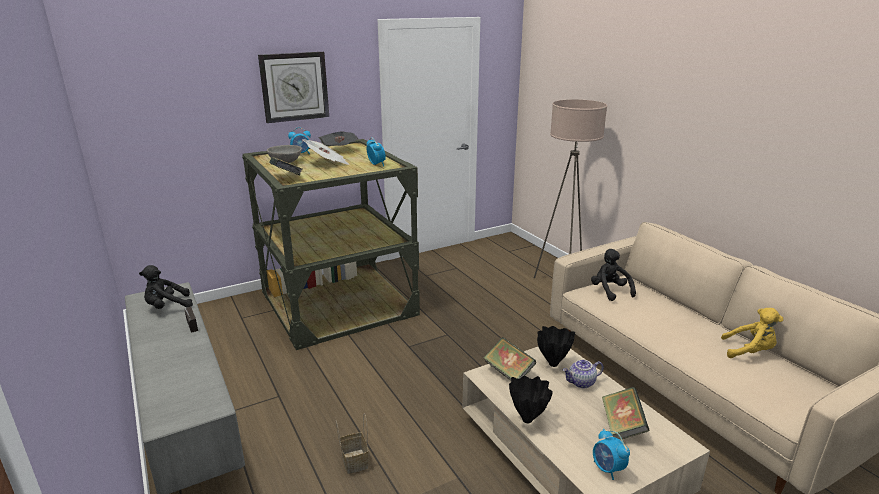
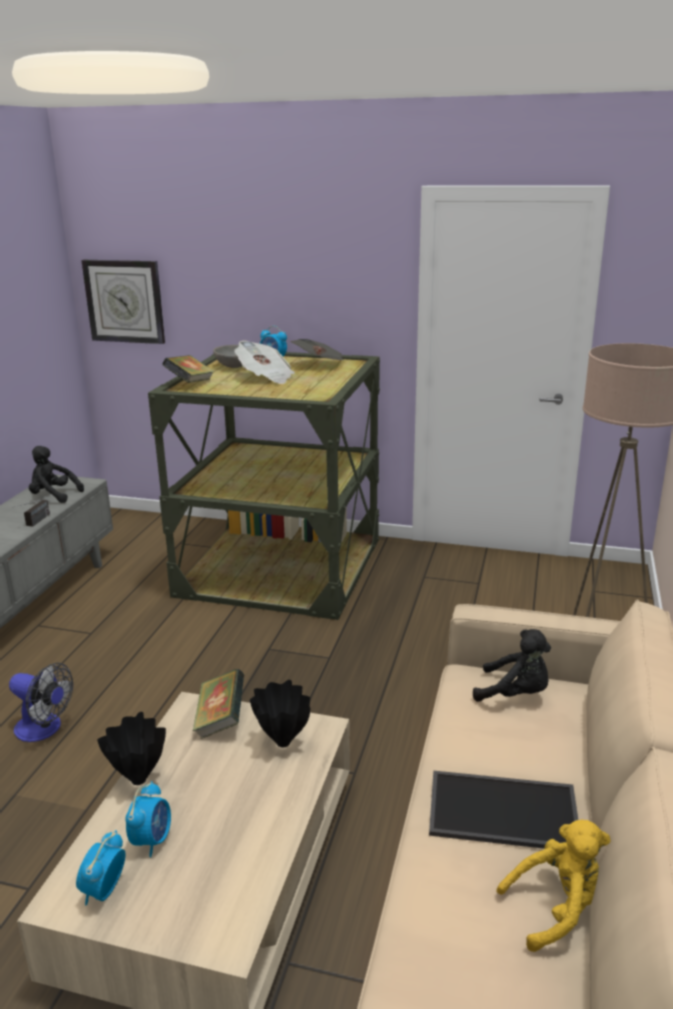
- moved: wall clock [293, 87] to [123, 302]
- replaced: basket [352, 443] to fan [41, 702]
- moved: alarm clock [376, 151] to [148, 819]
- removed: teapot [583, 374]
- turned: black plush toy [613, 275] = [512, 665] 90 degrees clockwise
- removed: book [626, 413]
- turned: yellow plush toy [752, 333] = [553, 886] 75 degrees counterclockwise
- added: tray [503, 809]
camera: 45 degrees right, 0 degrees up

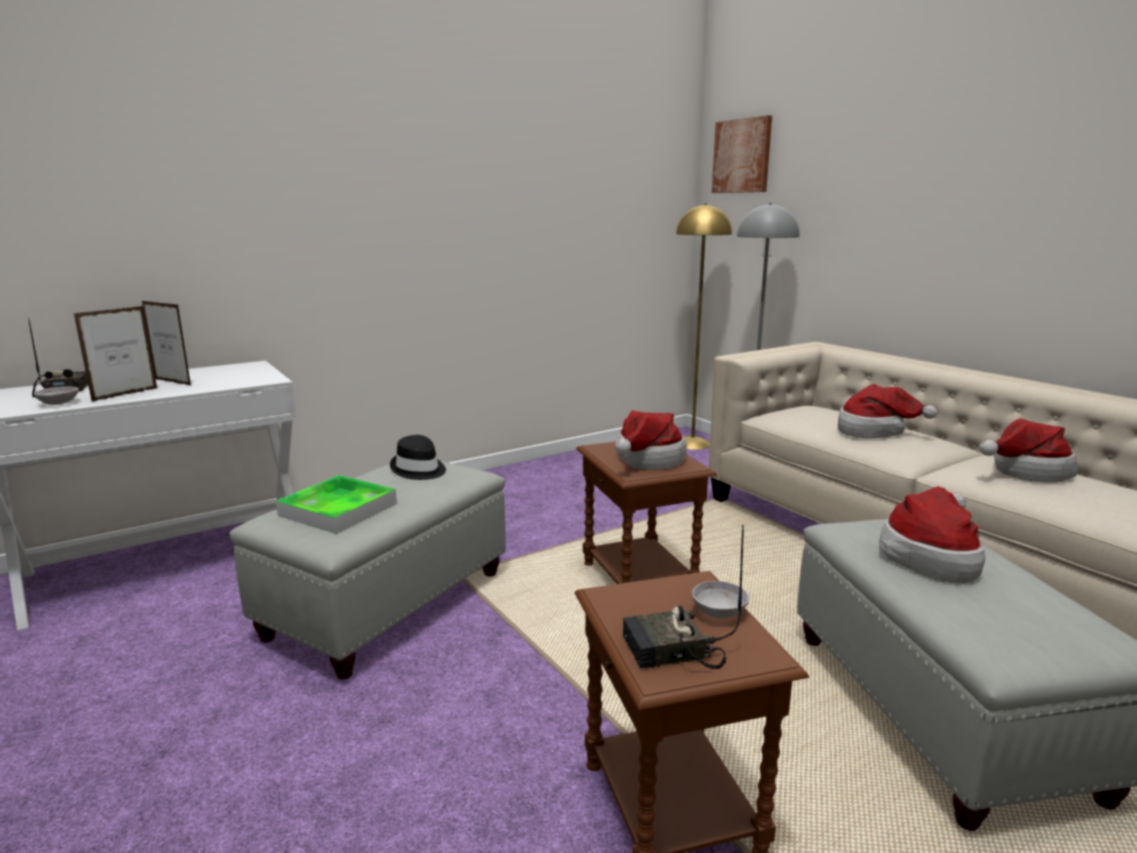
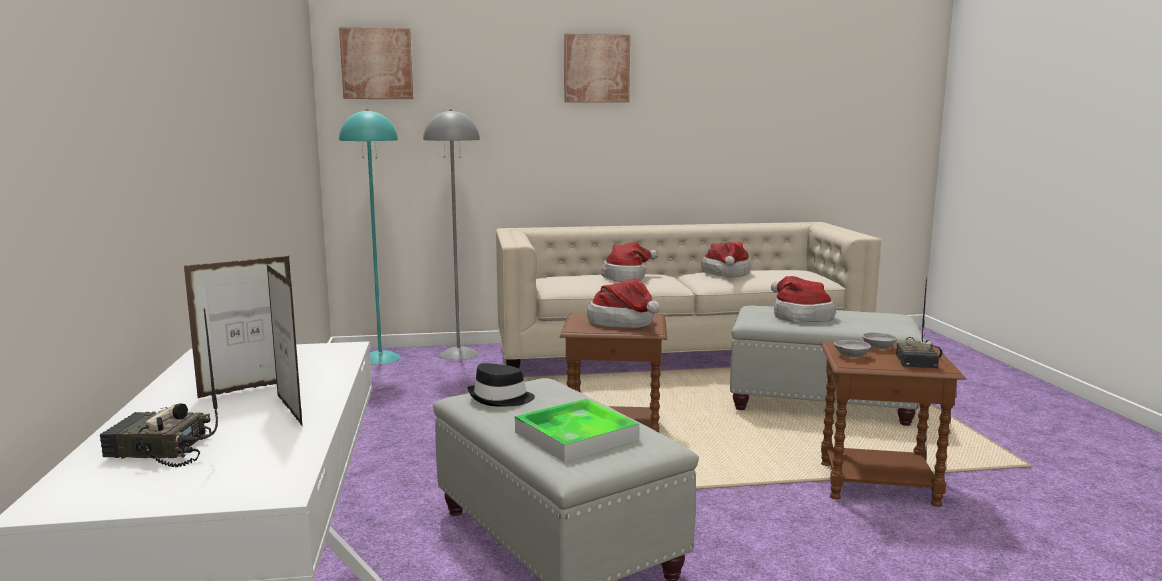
- moved: grey bowl [56, 395] to [852, 349]
- recoloured: yellow floor lamp [704, 326] to turquoise floor lamp [370, 236]
- added: picture [597, 68]
camera: 65 degrees left, 5 degrees down

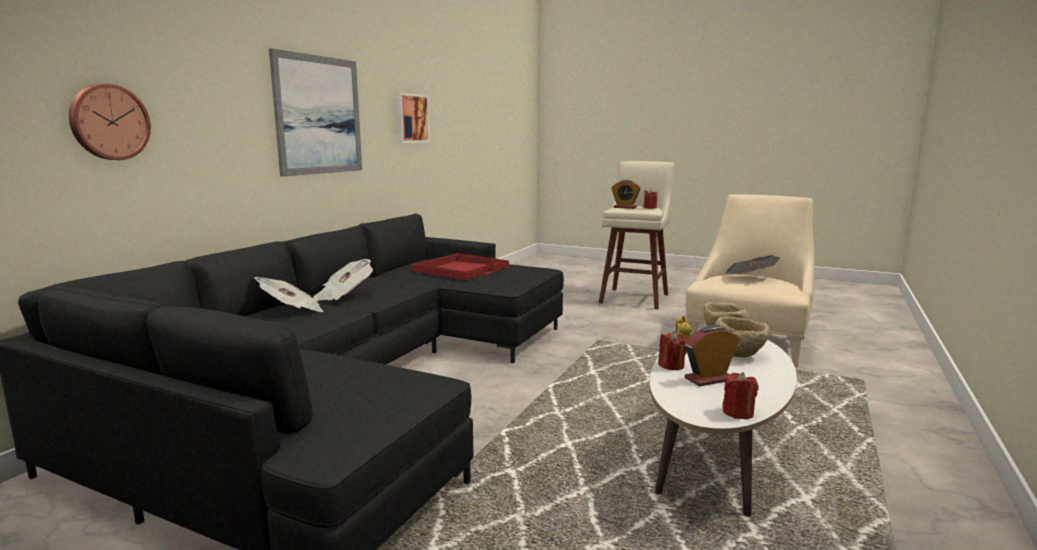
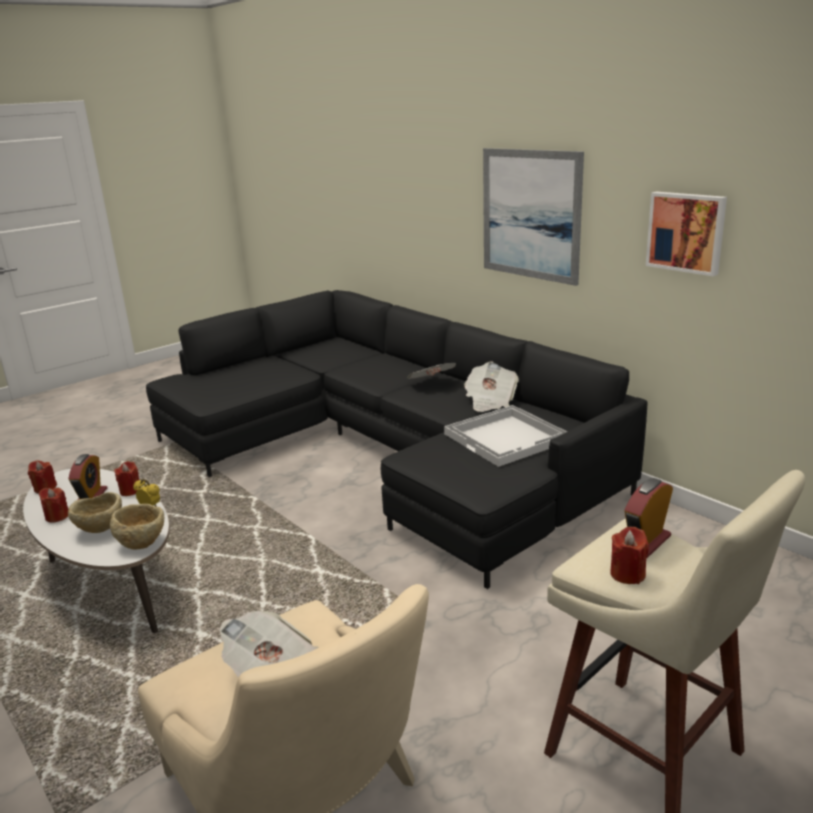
- removed: wall clock [110, 122]
- moved: newspaper [289, 294] to [491, 386]
- recoloured: red tray [460, 266] to white tray [505, 436]
- added: red candle [53, 505]
camera: 115 degrees right, 10 degrees up

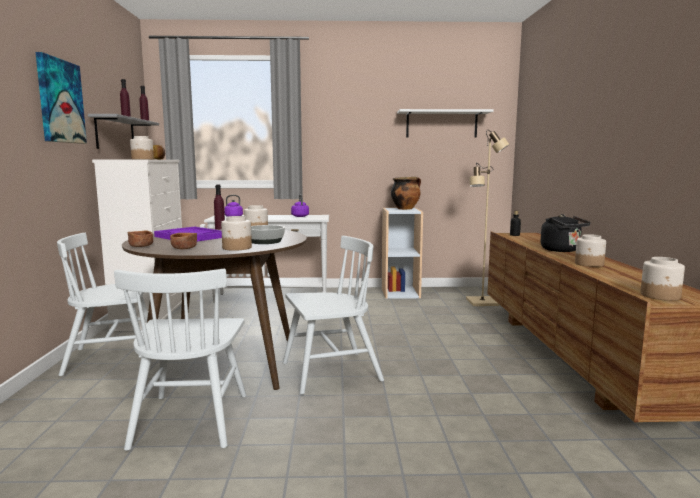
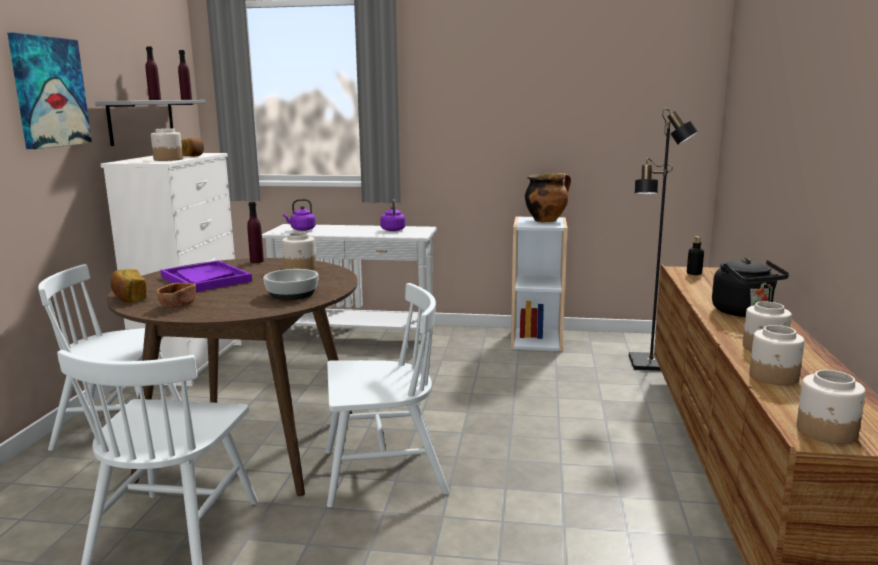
- replaced: brown bowl [140, 238] to bread [128, 286]
- moved: jar [236, 233] to [777, 355]
- removed: white shelf [445, 123]
- recoloured: beige floor lamp [487, 218] to black floor lamp [663, 240]
camera: 10 degrees right, 5 degrees up

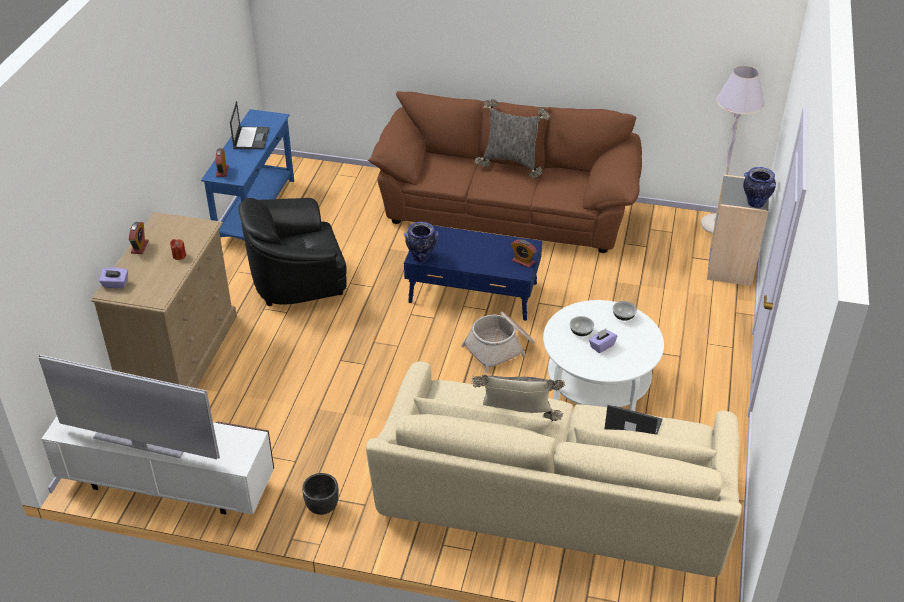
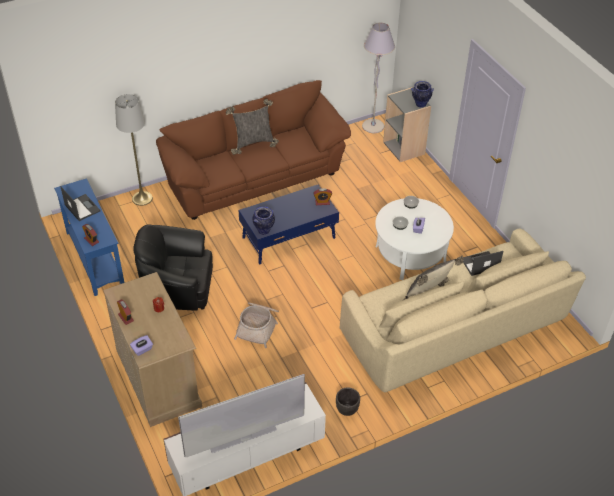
- turned: black armchair [292, 252] = [173, 267] 60 degrees clockwise
- moved: basket [498, 342] to [256, 325]
- added: grey floor lamp [134, 150]
camera: 40 degrees left, 5 degrees up

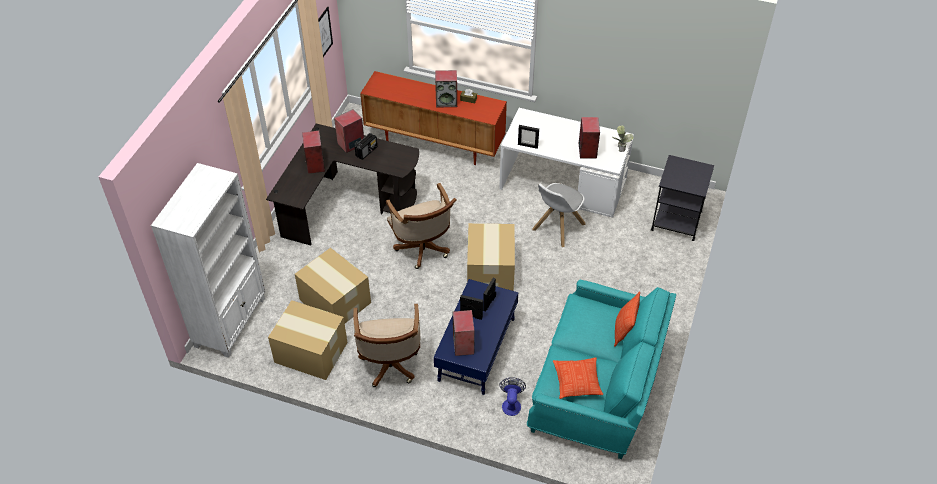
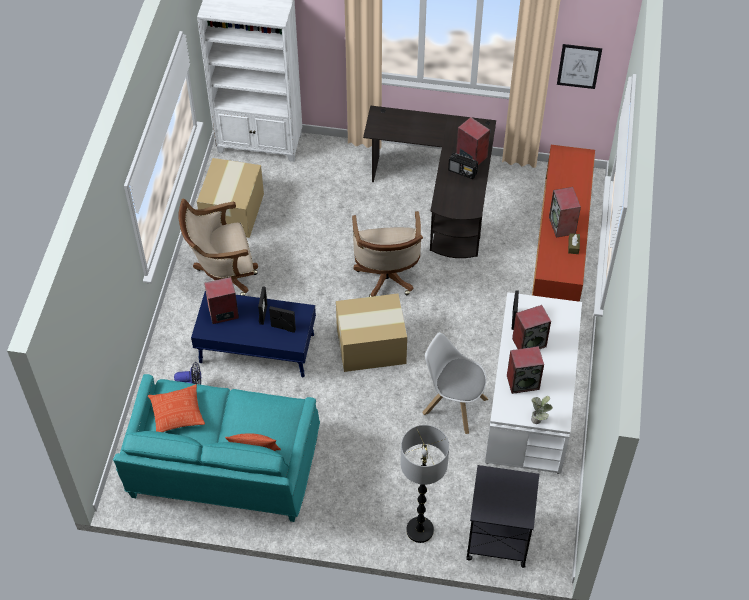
- removed: cardboard box [333, 285]
- moved: speaker [313, 152] to [531, 327]
- turned: office chair [421, 226] = [387, 254] 60 degrees counterclockwise
- added: floor lamp [425, 484]
camera: 80 degrees right, 5 degrees up

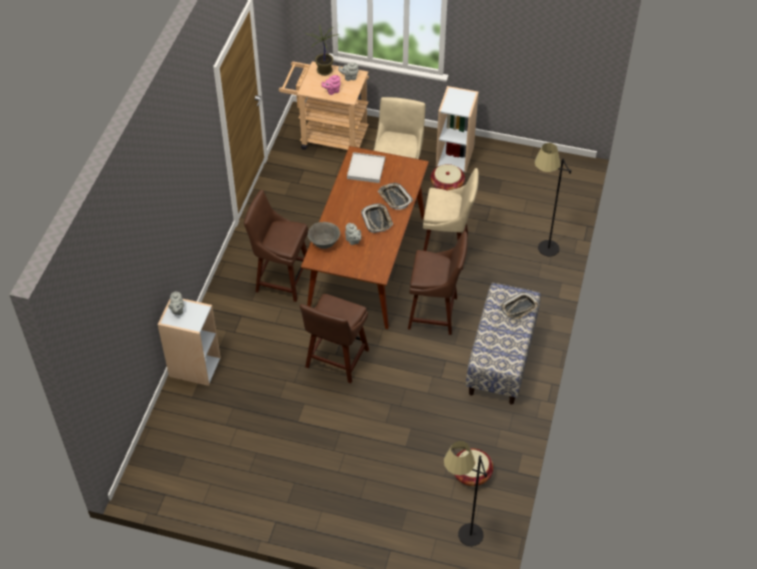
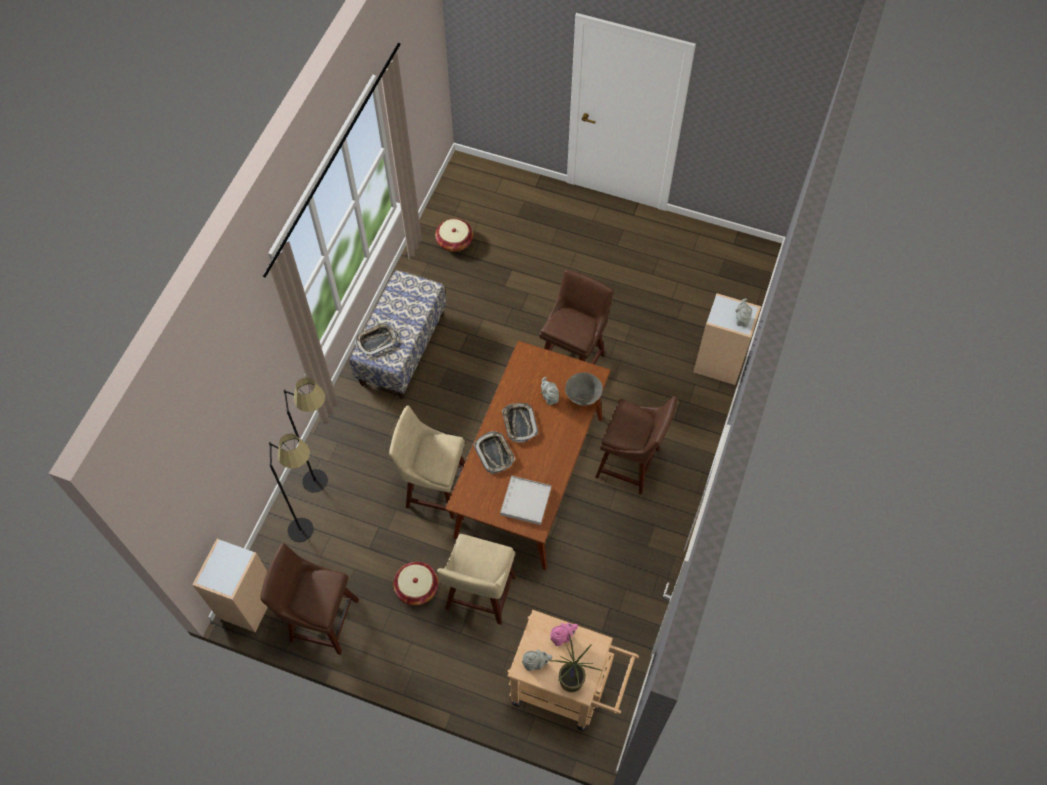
- moved: brown chair [438, 283] to [309, 599]
- moved: bookcase [457, 129] to [230, 585]
- moved: black floor lamp [465, 493] to [291, 487]
camera: 175 degrees left, 10 degrees up

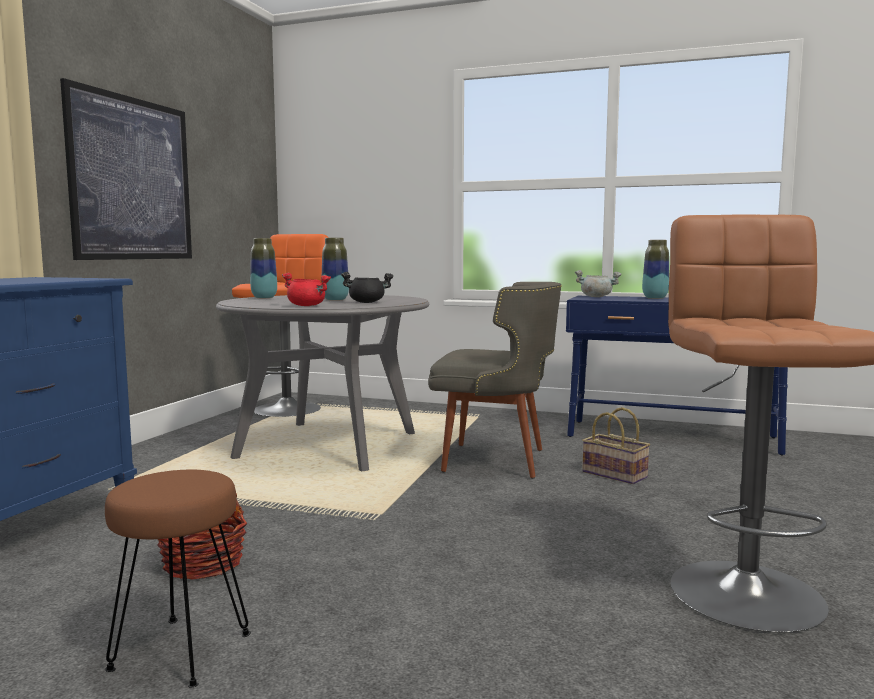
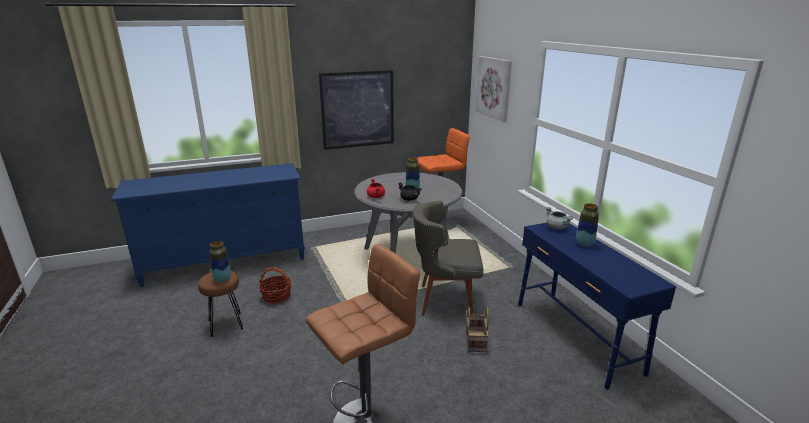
- moved: vase [263, 268] to [220, 261]
- turned: grey chair [495, 380] = [448, 258] 120 degrees clockwise
- added: picture [493, 89]
camera: 50 degrees right, 15 degrees up

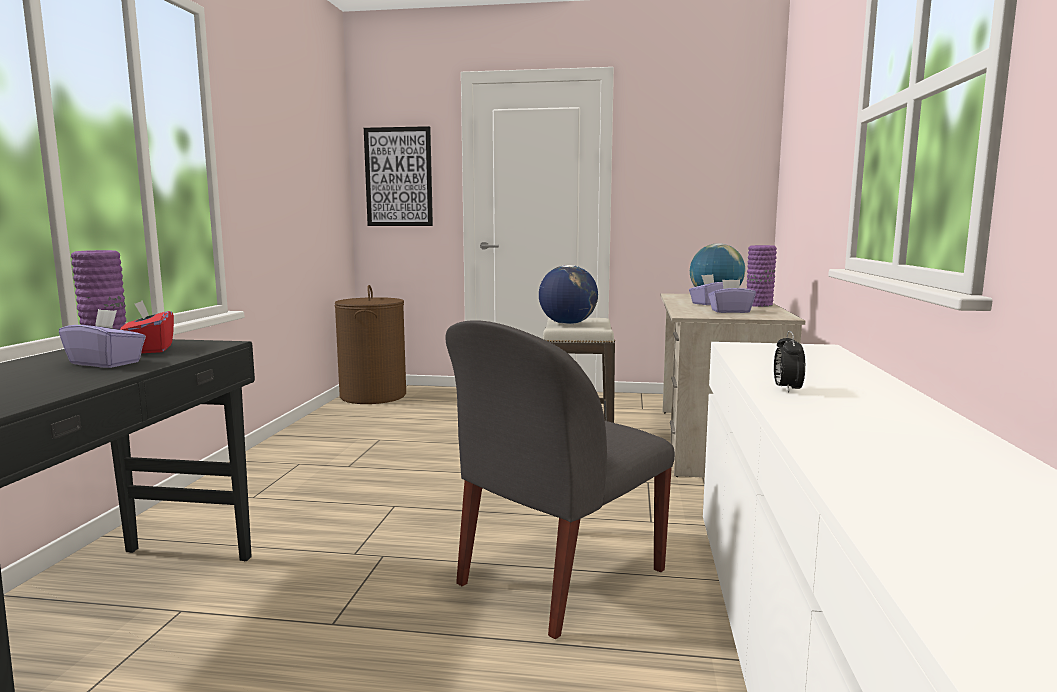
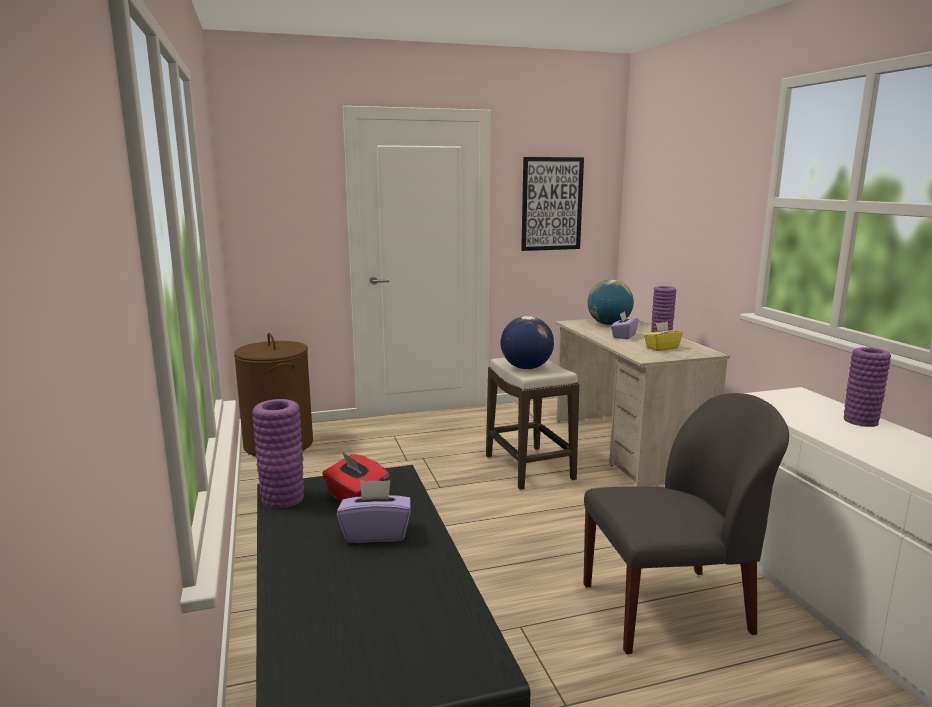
- moved: picture [398, 176] to [552, 204]
- turned: grey chair [560, 479] = [686, 523] 120 degrees counterclockwise
- recoloured: purple tissue box [732, 296] to yellow tissue box [663, 336]
- removed: alarm clock [789, 362]
- added: purple vase [867, 387]
camera: 25 degrees left, 5 degrees up

